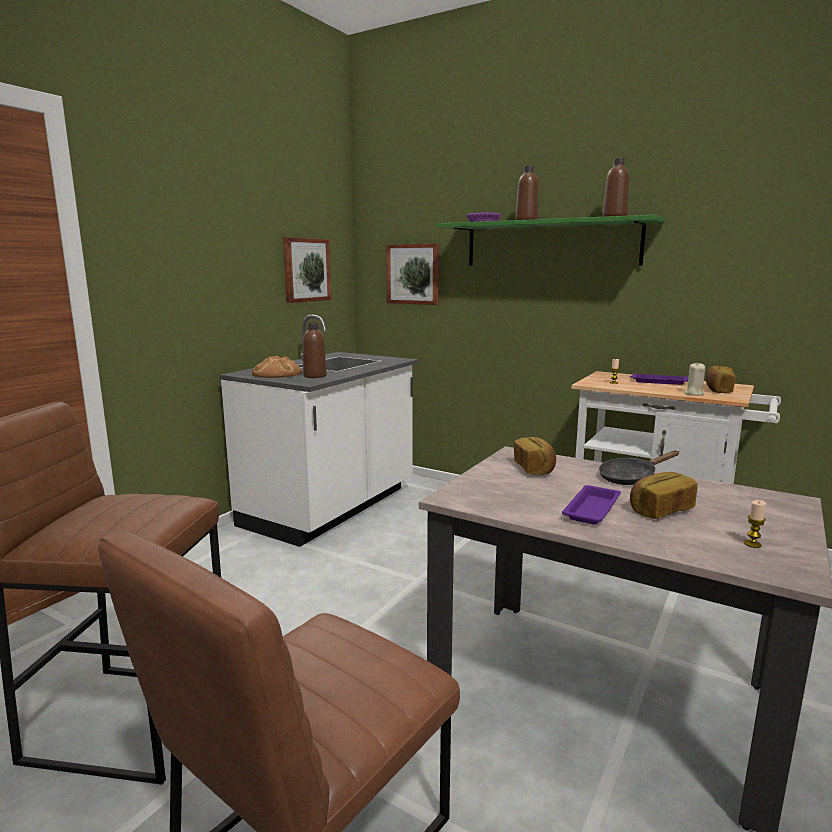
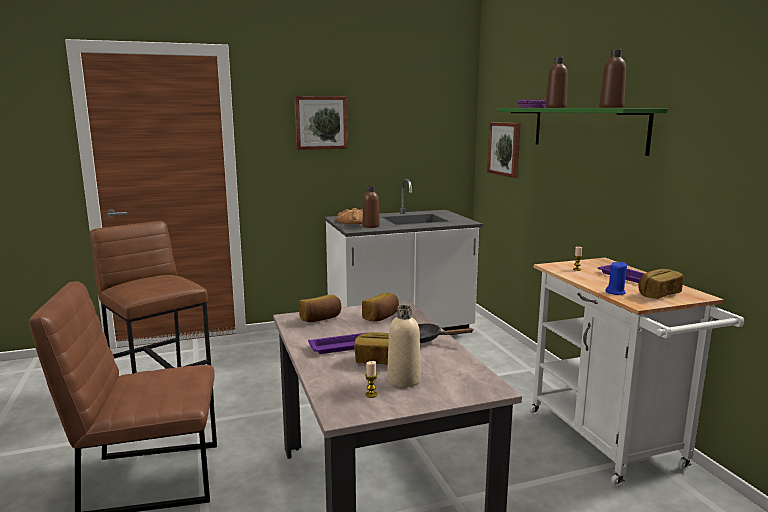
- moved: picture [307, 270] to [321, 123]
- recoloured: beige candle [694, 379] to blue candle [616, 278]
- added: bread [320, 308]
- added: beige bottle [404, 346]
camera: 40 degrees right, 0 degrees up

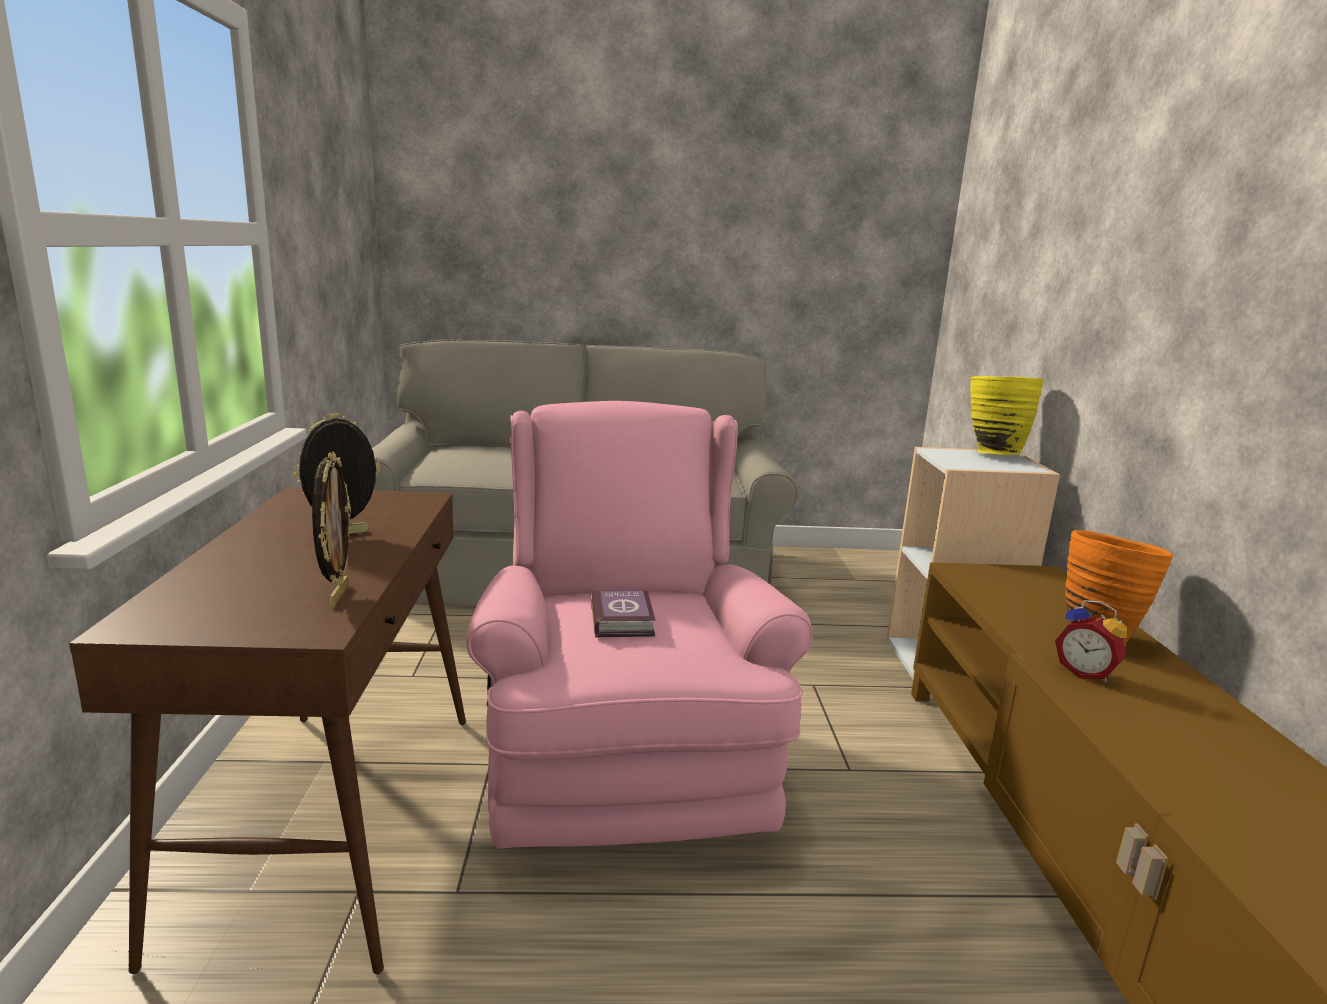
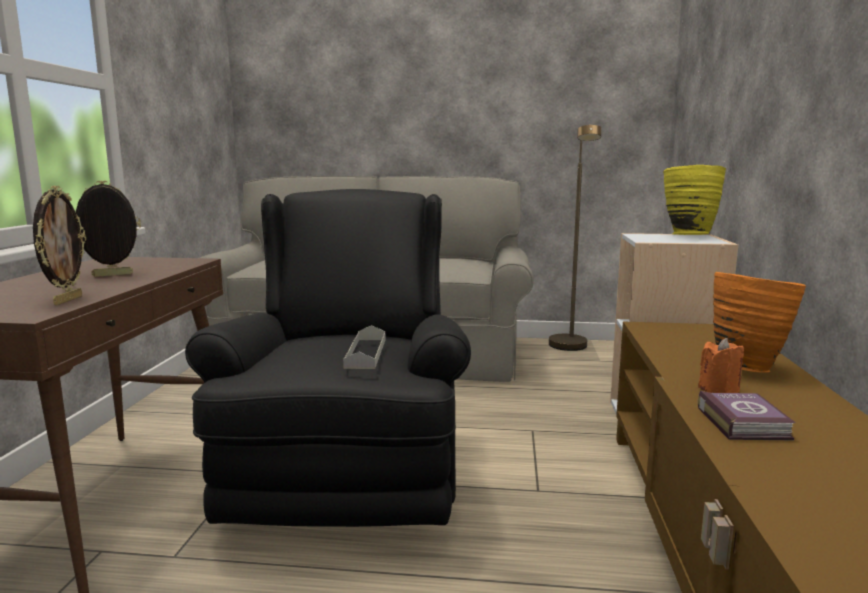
- recoloured: pink armchair [639, 625] to black armchair [328, 358]
- moved: book [623, 613] to [747, 415]
- replaced: alarm clock [1091, 641] to orange candle [721, 365]
- added: grey tray [364, 347]
- added: brown floor lamp [575, 238]
camera: 10 degrees right, 5 degrees down

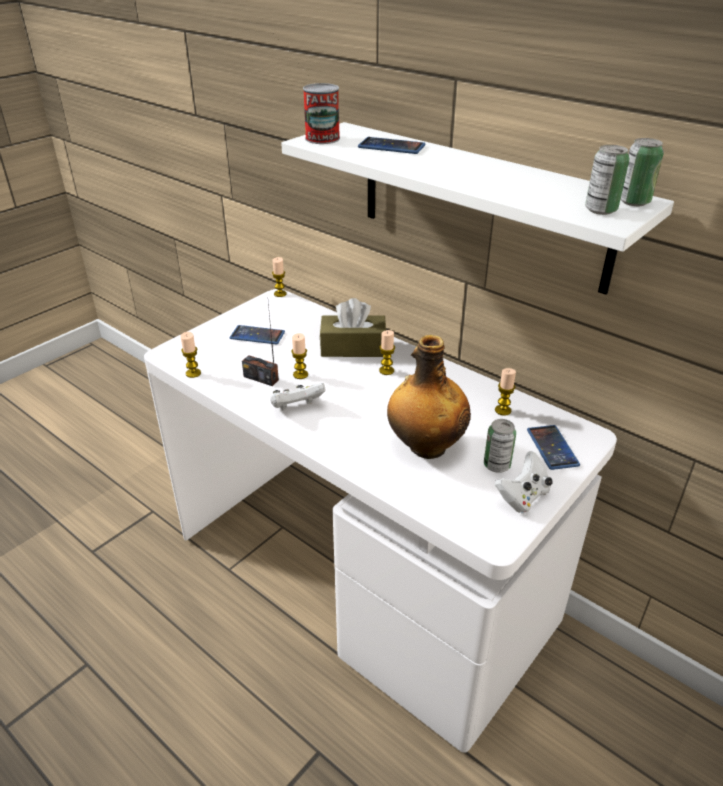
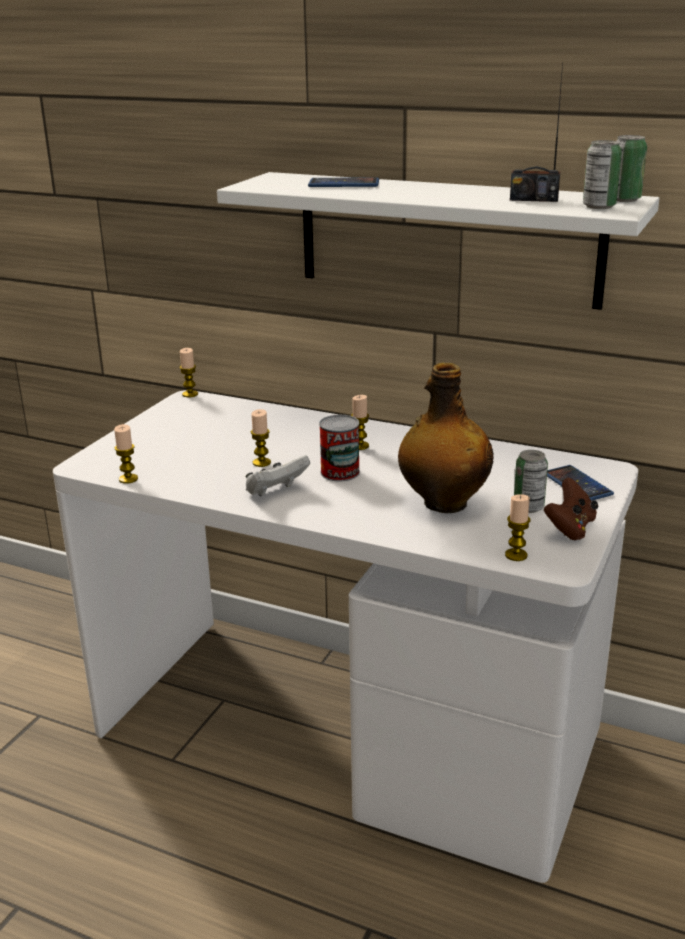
- removed: phone [257, 334]
- moved: radio [260, 344] to [536, 132]
- moved: can [321, 113] to [339, 448]
- removed: brown tissue box [353, 327]
- moved: candle [505, 392] to [517, 527]
- recoloured: white game controller [523, 482] to brown game controller [571, 508]
camera: 15 degrees left, 10 degrees down

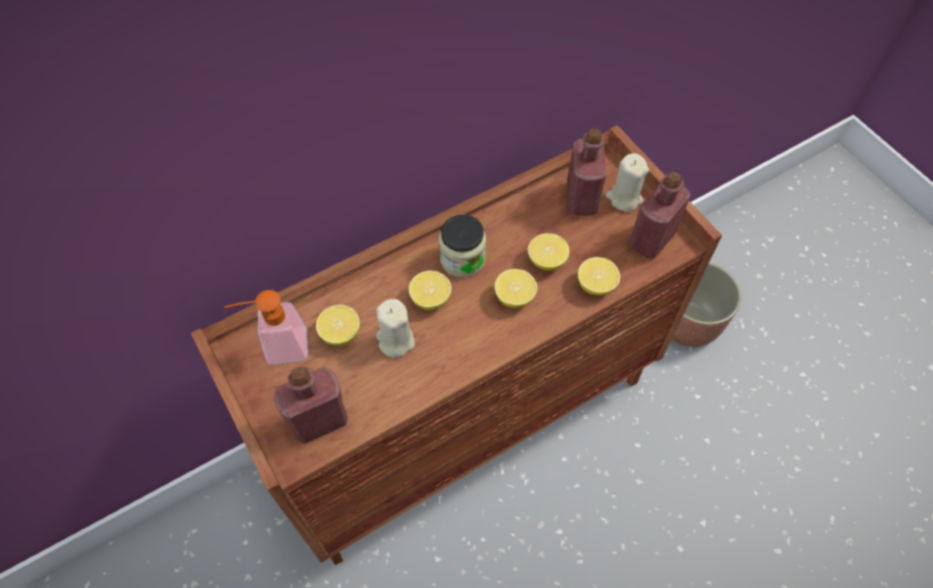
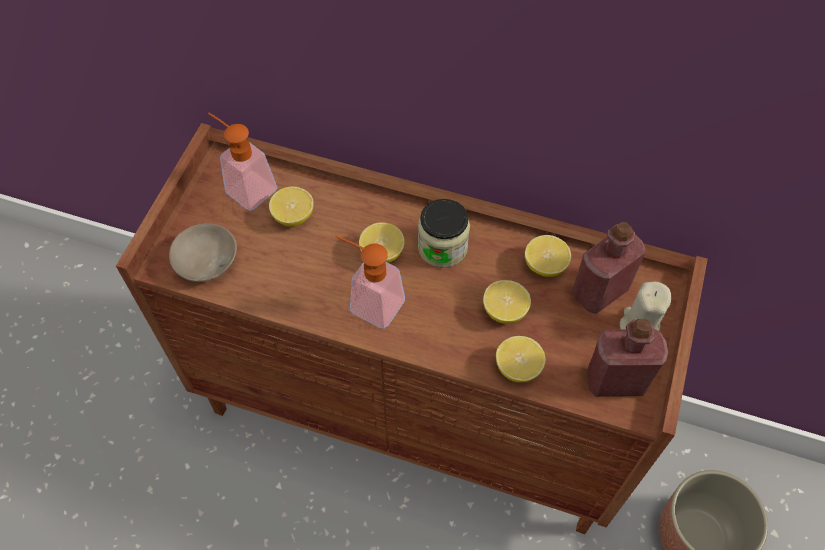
- replaced: red bottle [311, 405] to beige bowl [203, 252]
- removed: beige candle [395, 328]
- moved: lemon [516, 288] to [548, 256]
- added: soap dispenser [370, 282]
camera: 50 degrees right, 0 degrees up

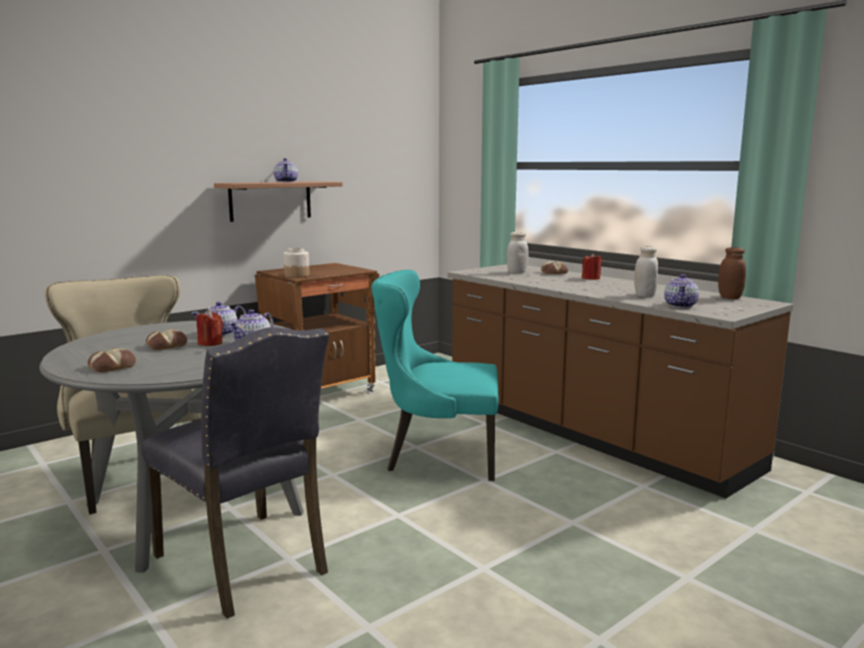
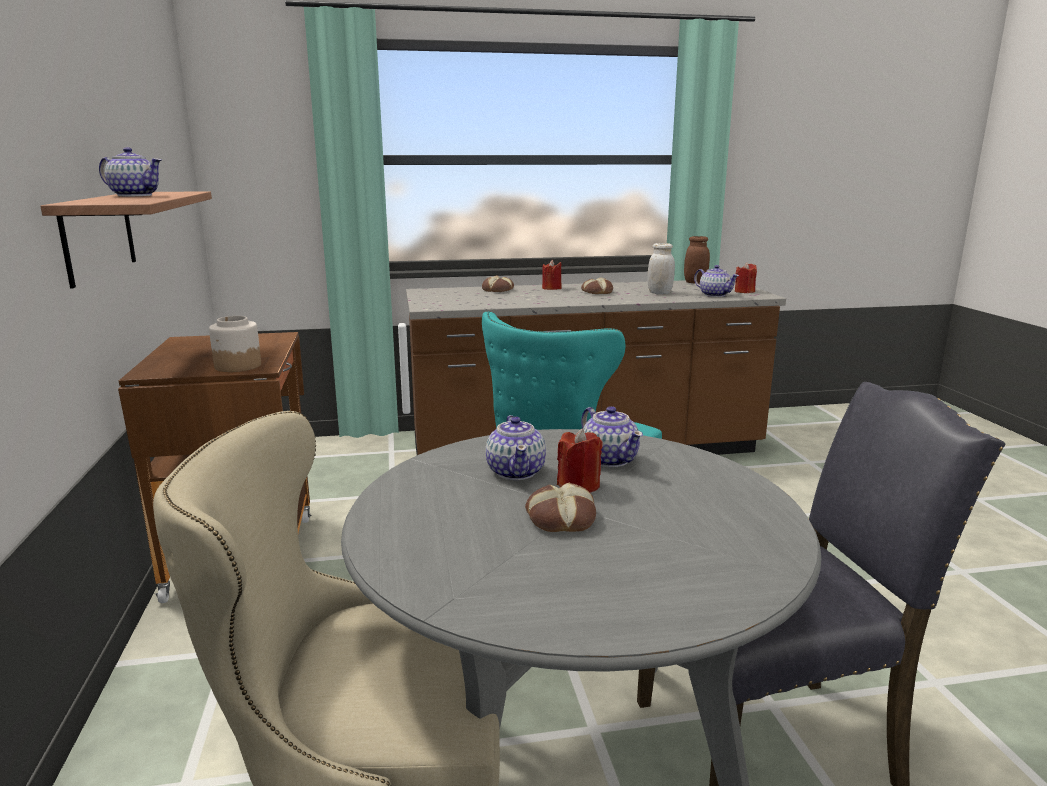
- moved: bread [112, 360] to [597, 286]
- removed: white jar [517, 253]
- added: red candle [746, 277]
camera: 60 degrees left, 5 degrees up

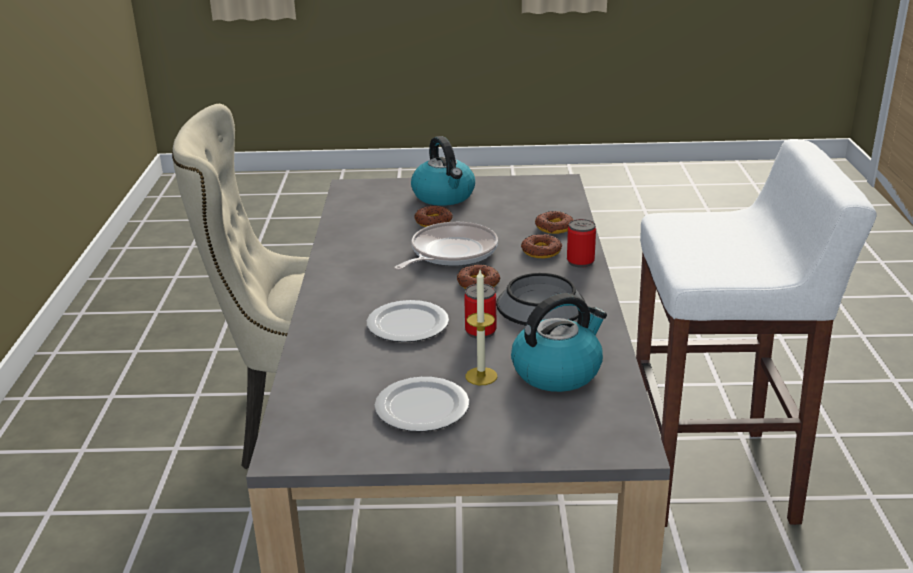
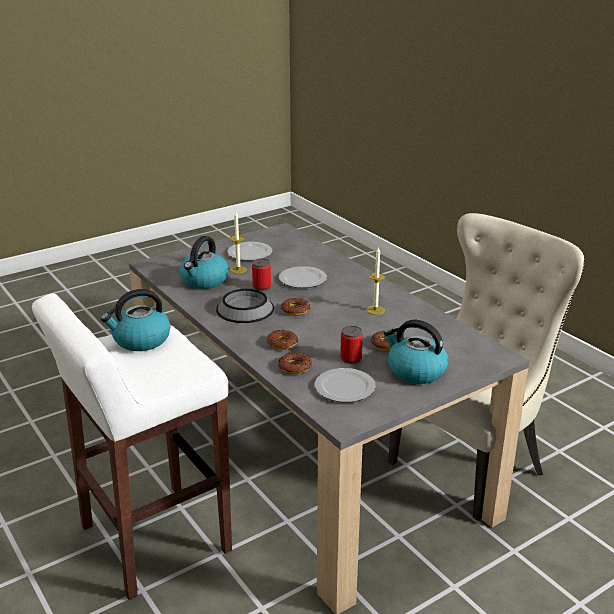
- removed: frying pan [446, 246]
- moved: can [581, 243] to [351, 345]
- added: kettle [136, 320]
- added: plate [345, 385]
- added: candle [375, 280]
camera: 145 degrees right, 0 degrees up

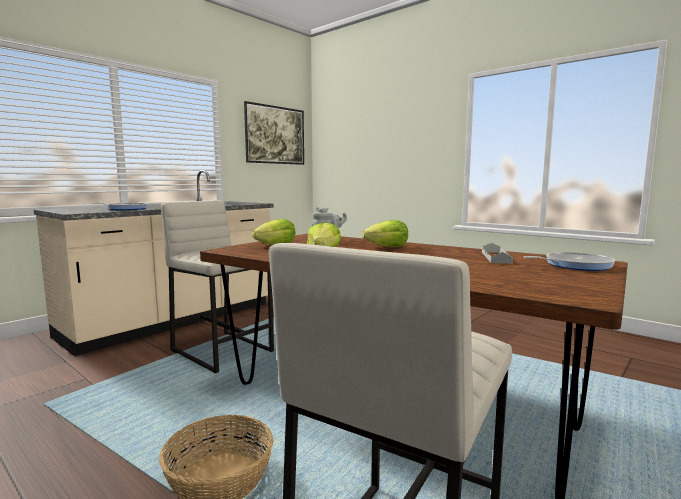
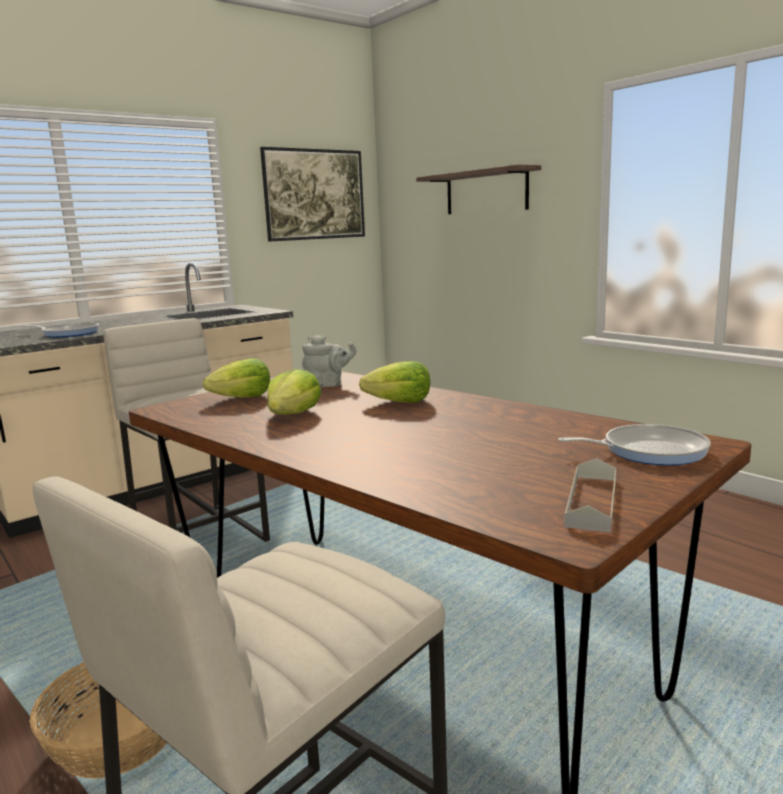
- moved: grey tray [497, 253] to [590, 495]
- added: shelf [478, 189]
camera: 10 degrees right, 5 degrees up

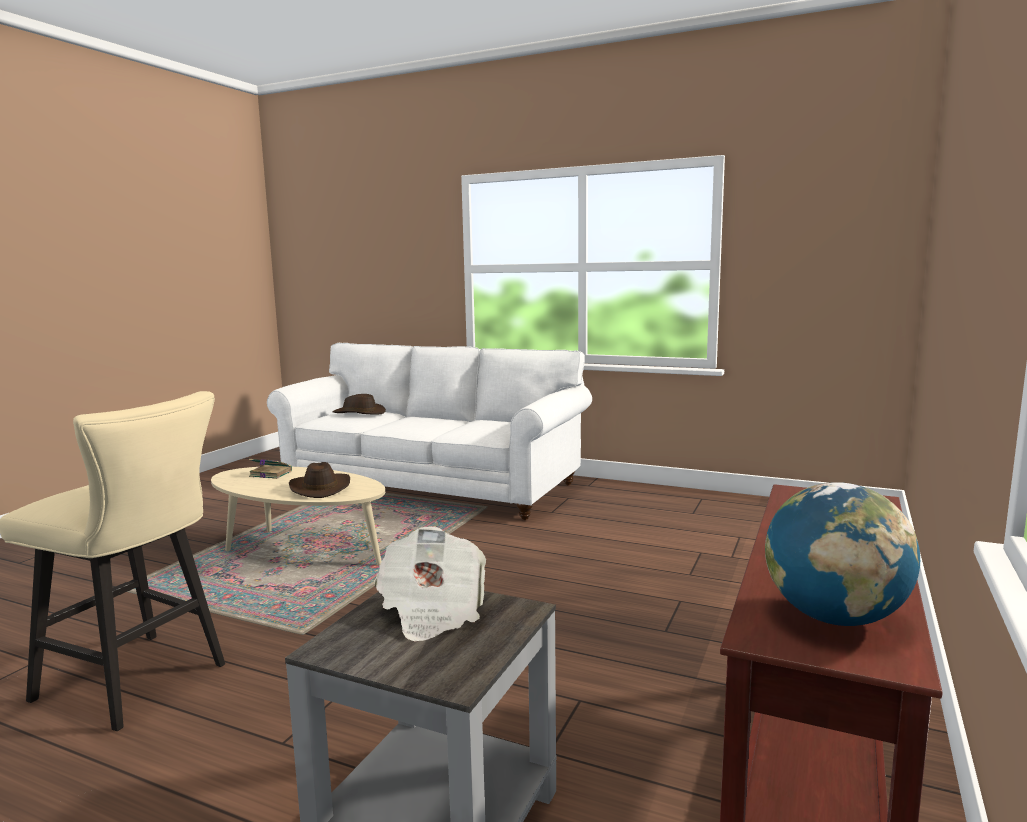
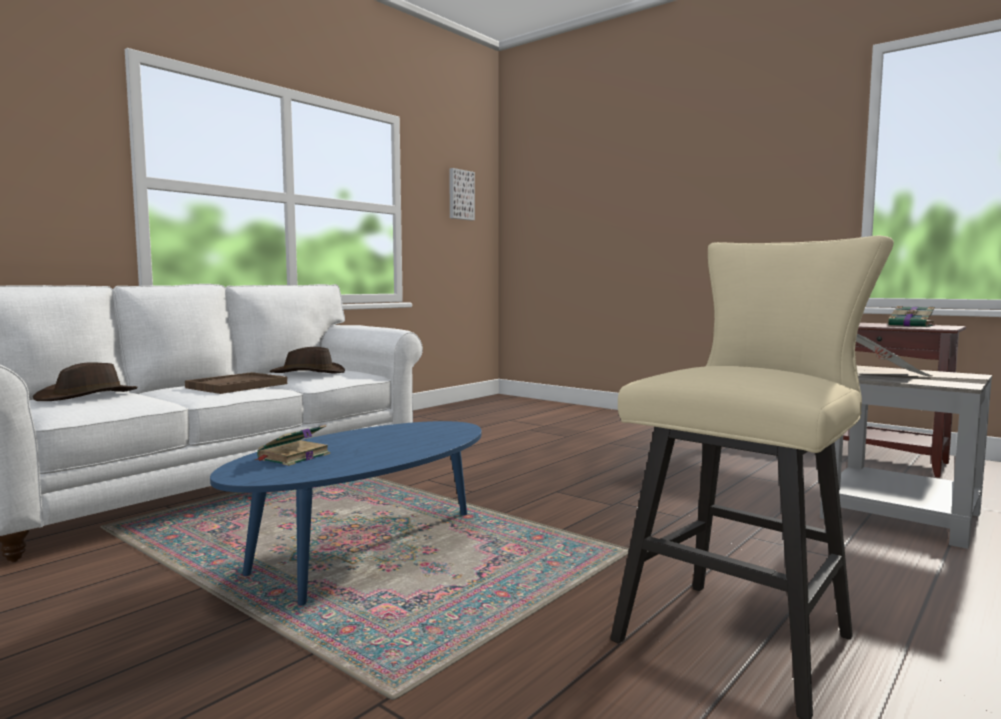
- recoloured: beige coffee table [298, 516] to blue coffee table [346, 513]
- moved: brown hat [319, 480] to [307, 360]
- replaced: globe [842, 554] to book [911, 316]
- added: brown tray [236, 383]
- added: picture [462, 194]
camera: 75 degrees left, 5 degrees down

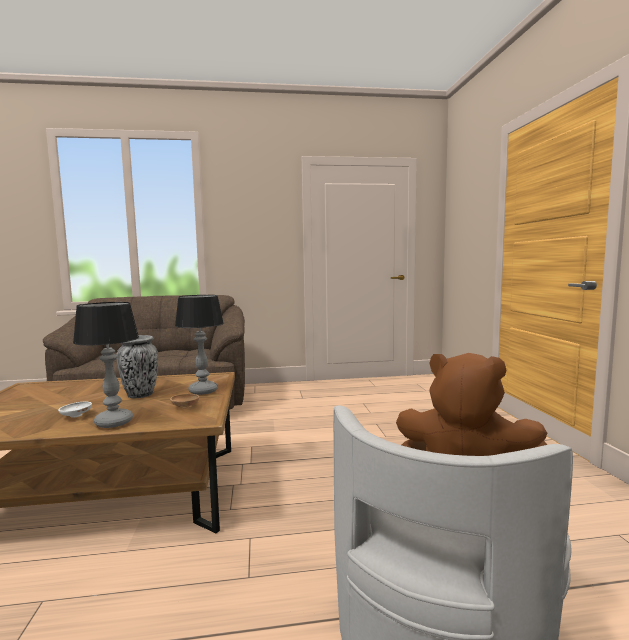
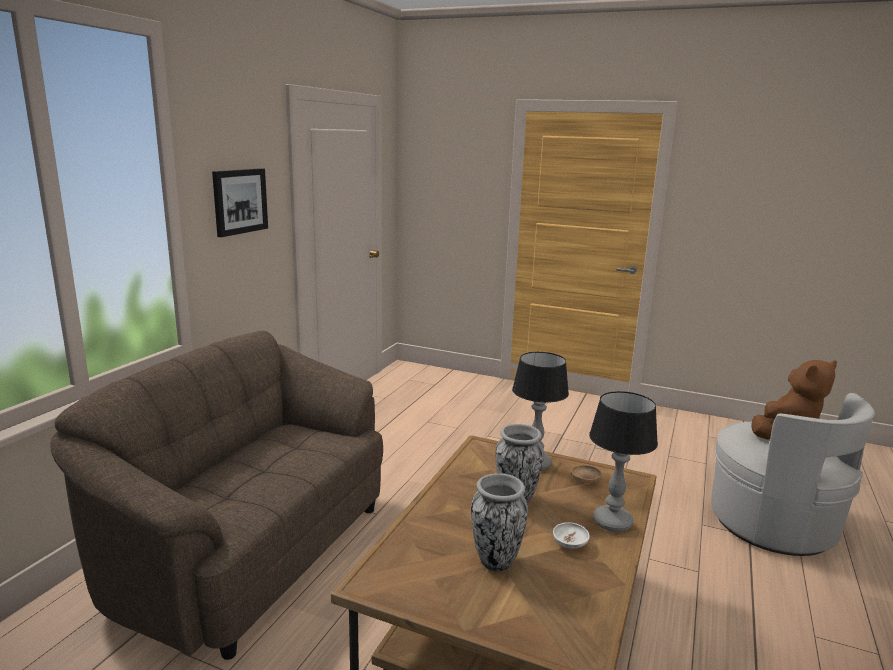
- added: picture [240, 202]
- added: vase [499, 522]
camera: 60 degrees left, 10 degrees up

